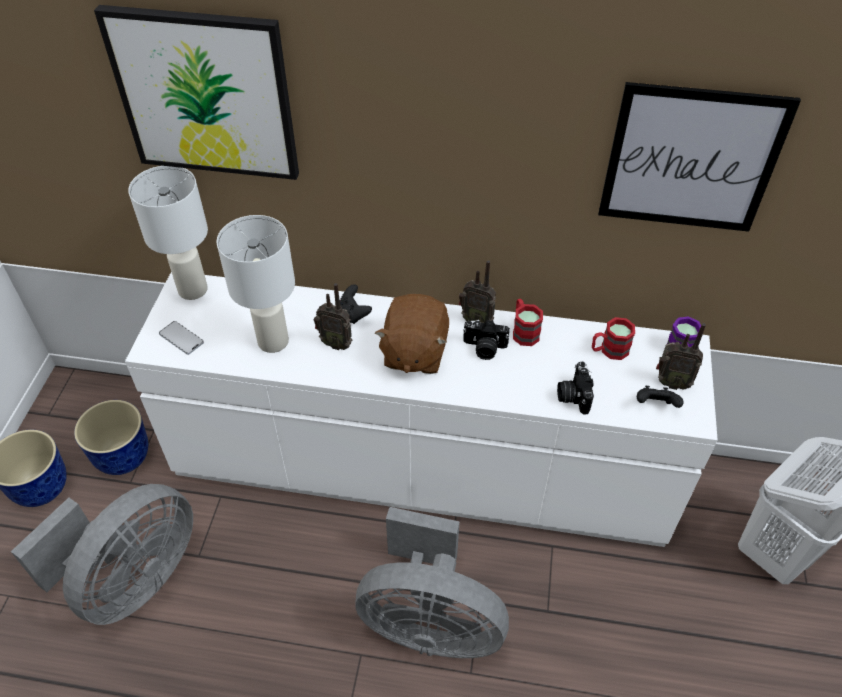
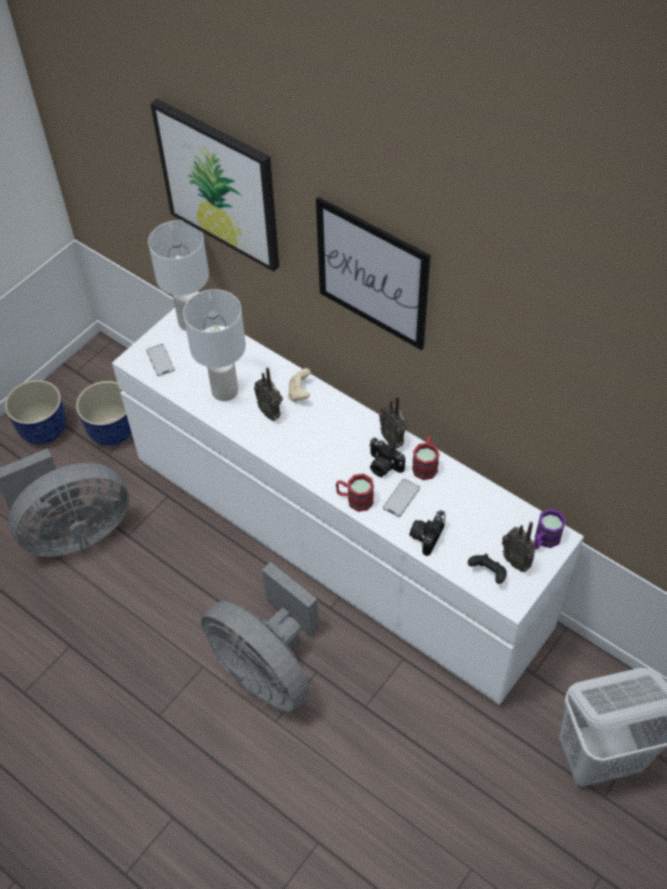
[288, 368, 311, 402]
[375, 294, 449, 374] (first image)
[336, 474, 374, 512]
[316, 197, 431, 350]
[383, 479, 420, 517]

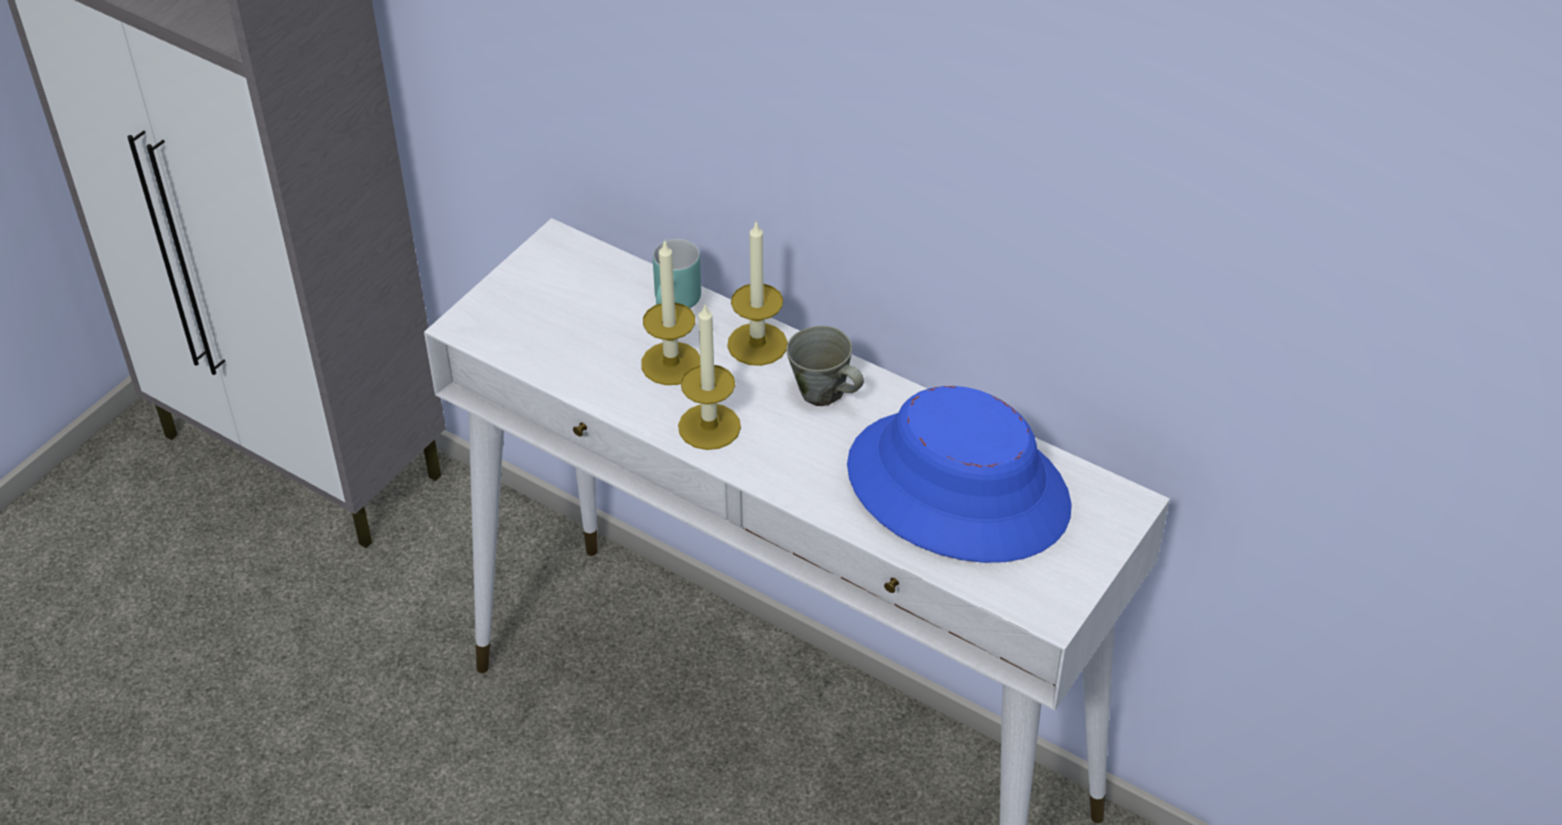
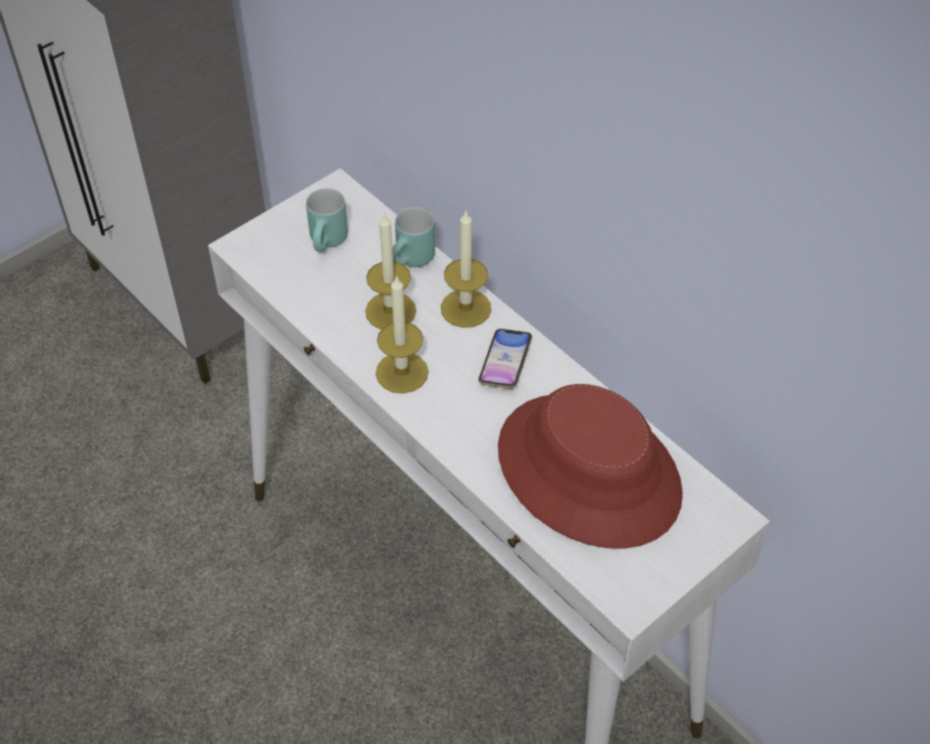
[478, 329, 532, 389]
[498, 384, 683, 549]
[306, 188, 348, 252]

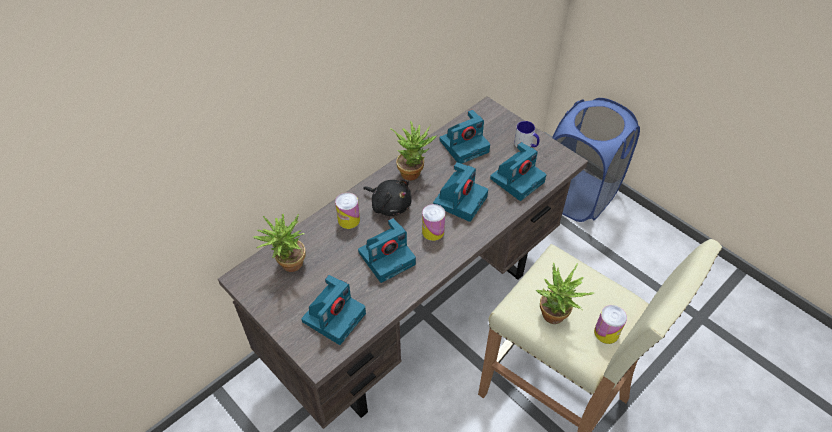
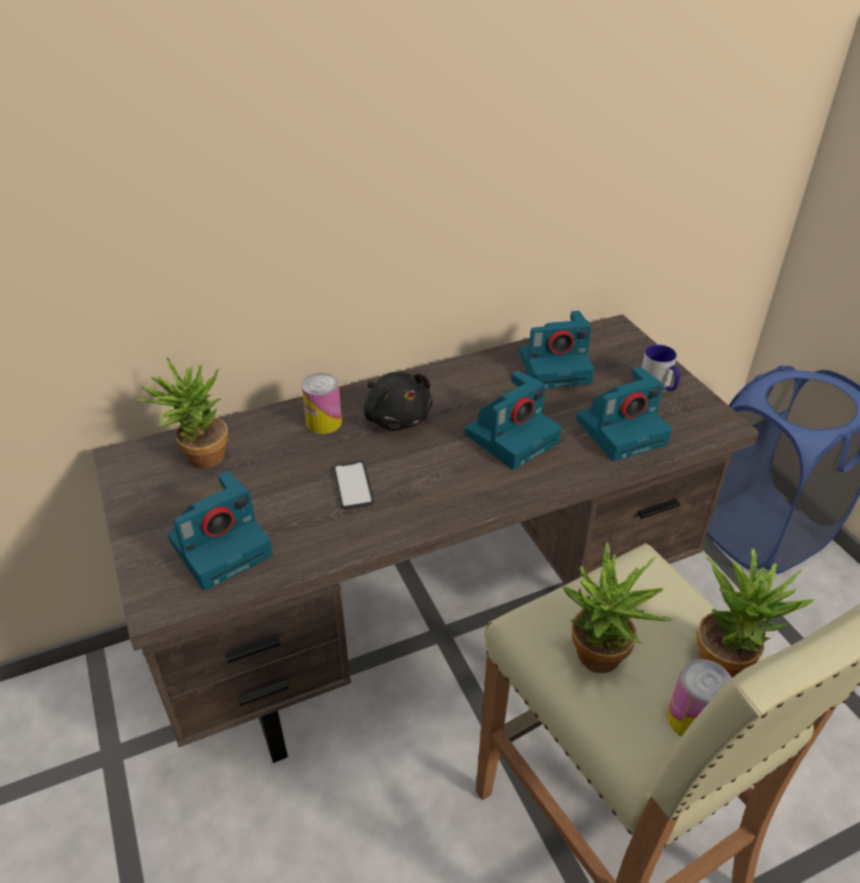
[333, 461, 374, 509]
[696, 548, 814, 678]
[422, 204, 445, 241] (first image)

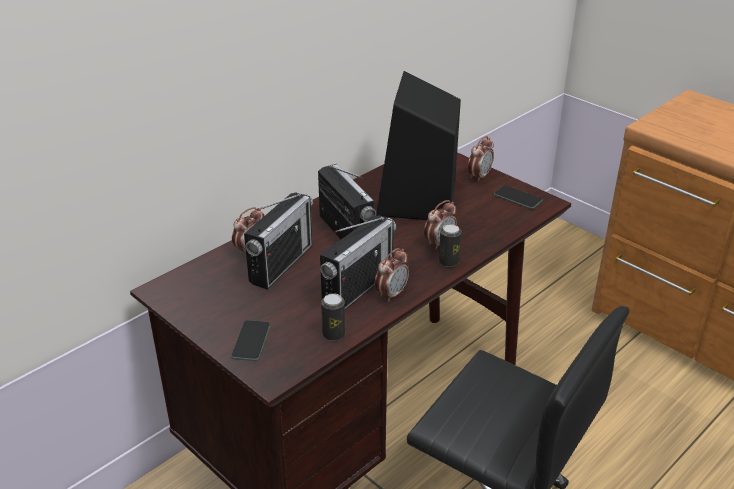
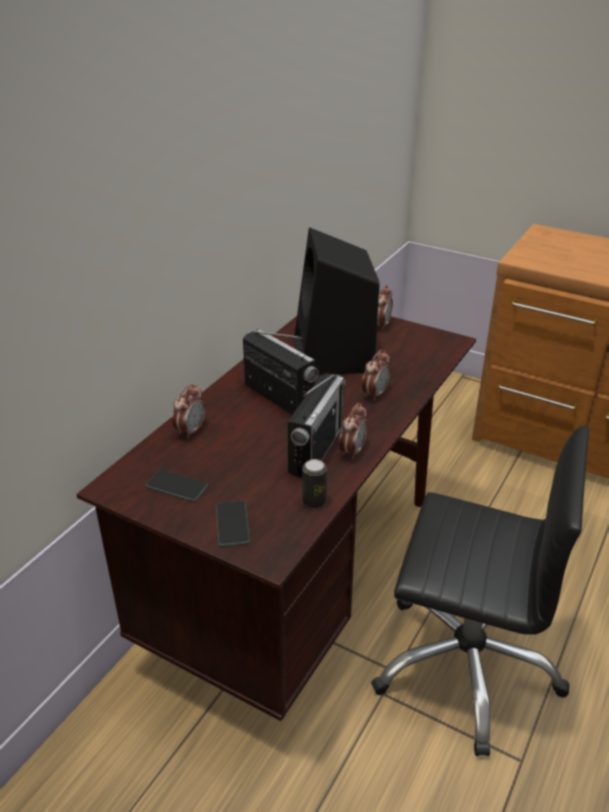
[244, 193, 313, 289] (first image)
[439, 224, 461, 267] (first image)
[146, 470, 208, 501]

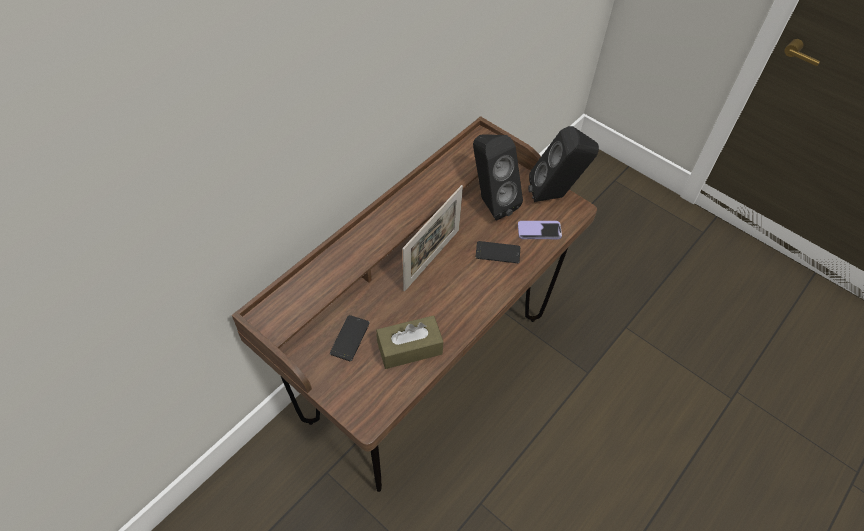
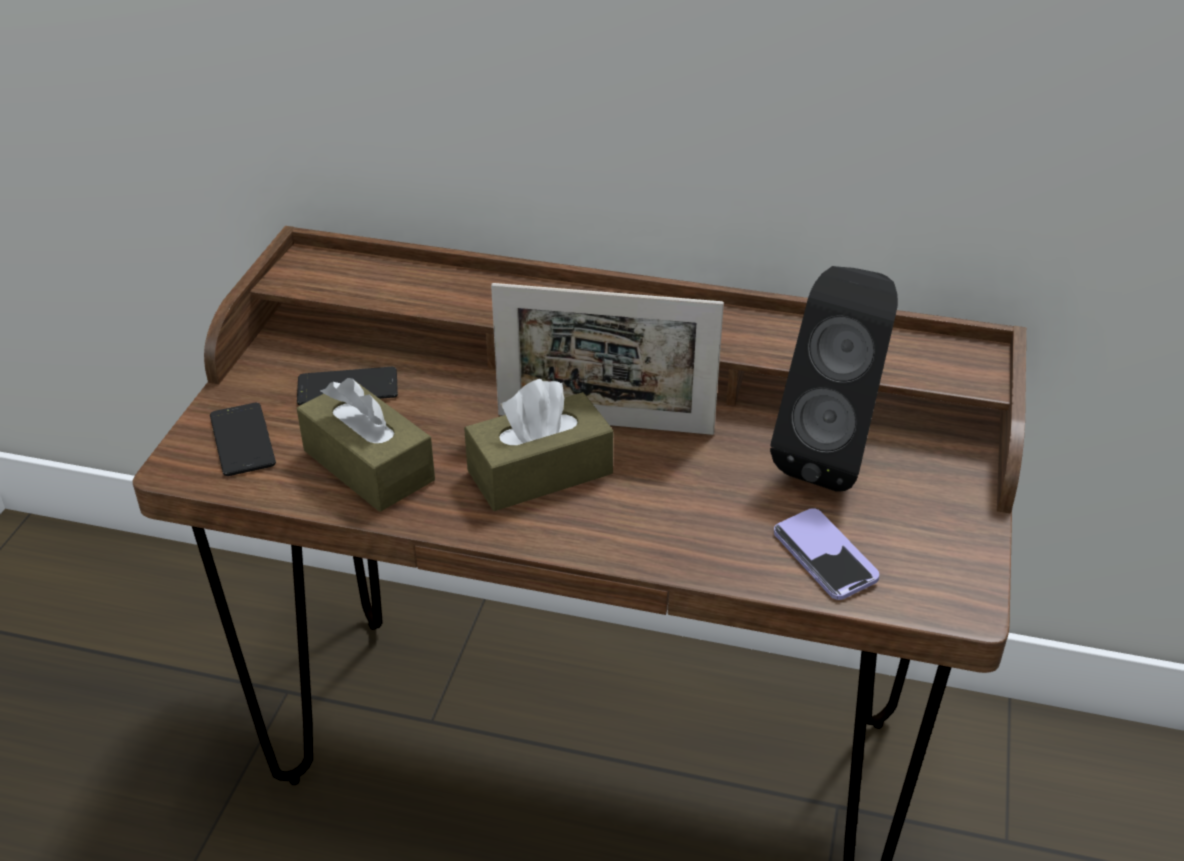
[210, 403, 276, 476]
[528, 126, 599, 202] (first image)
[464, 379, 613, 511]

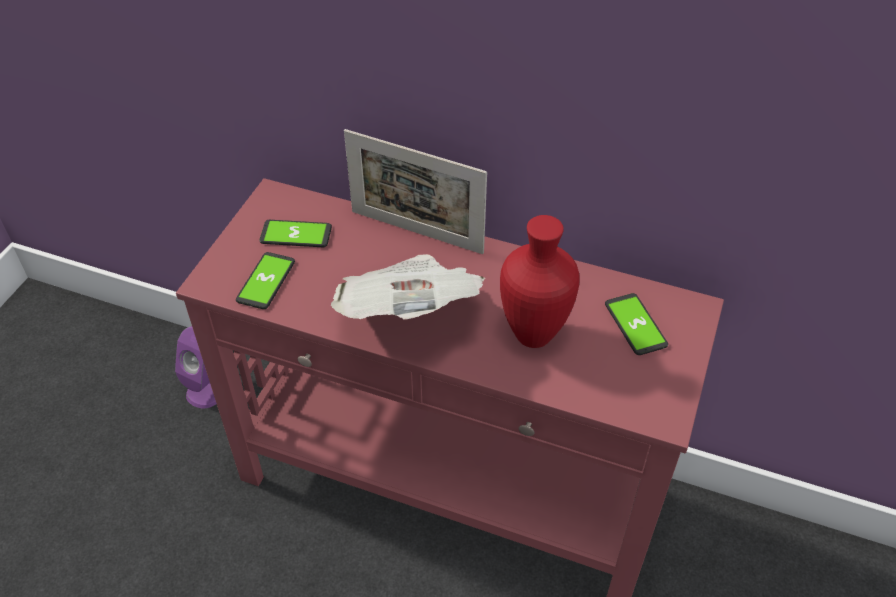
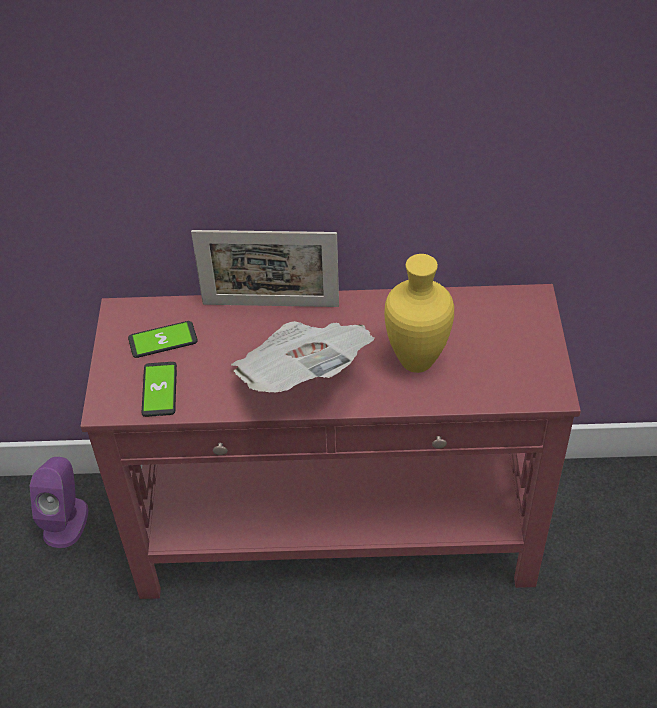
[384, 254, 454, 373]
[605, 293, 668, 355] (first image)

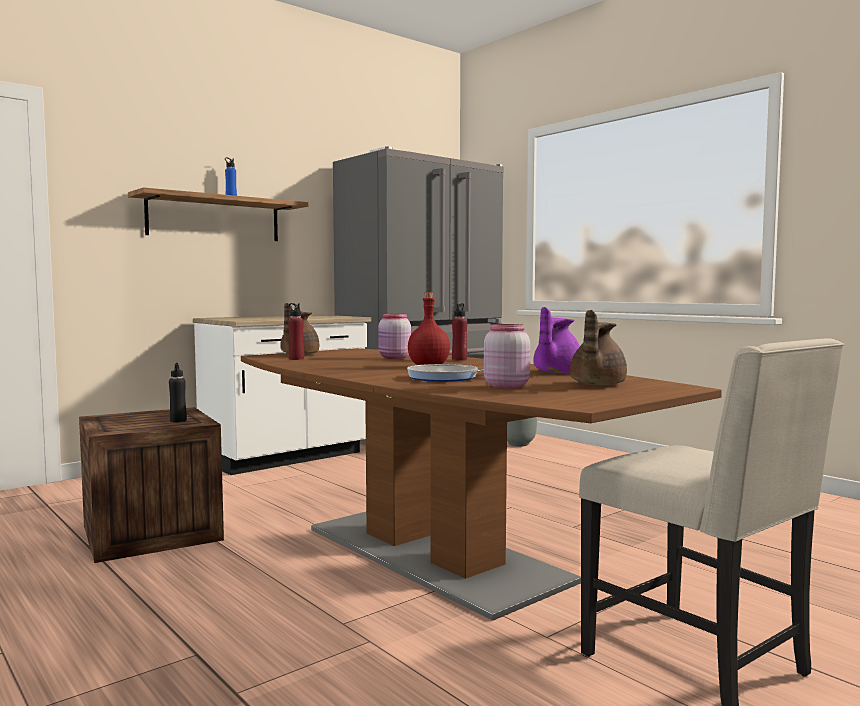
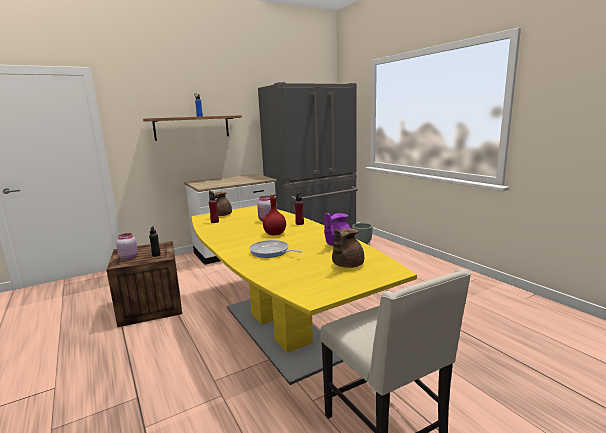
[192, 206, 417, 385]
[116, 233, 138, 260]

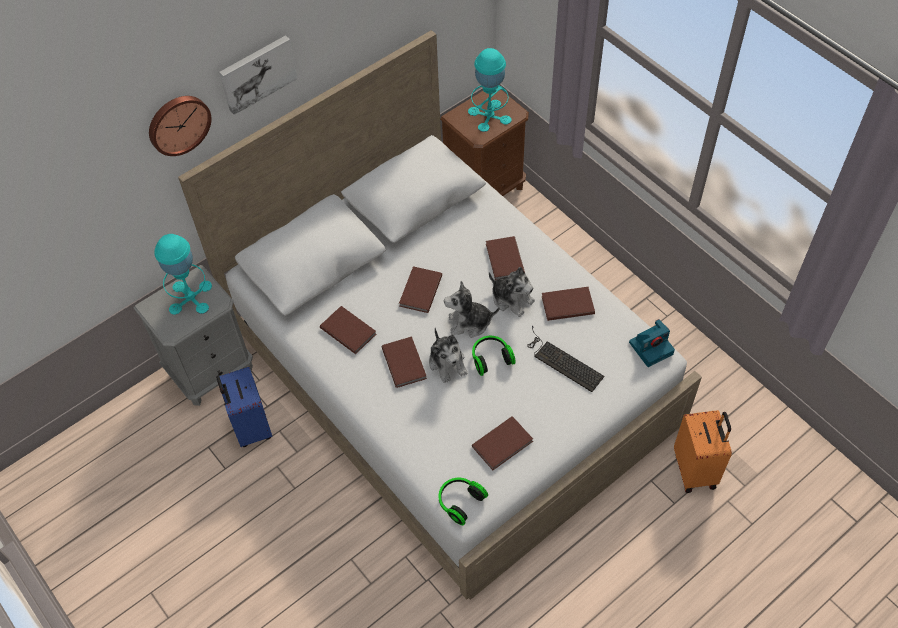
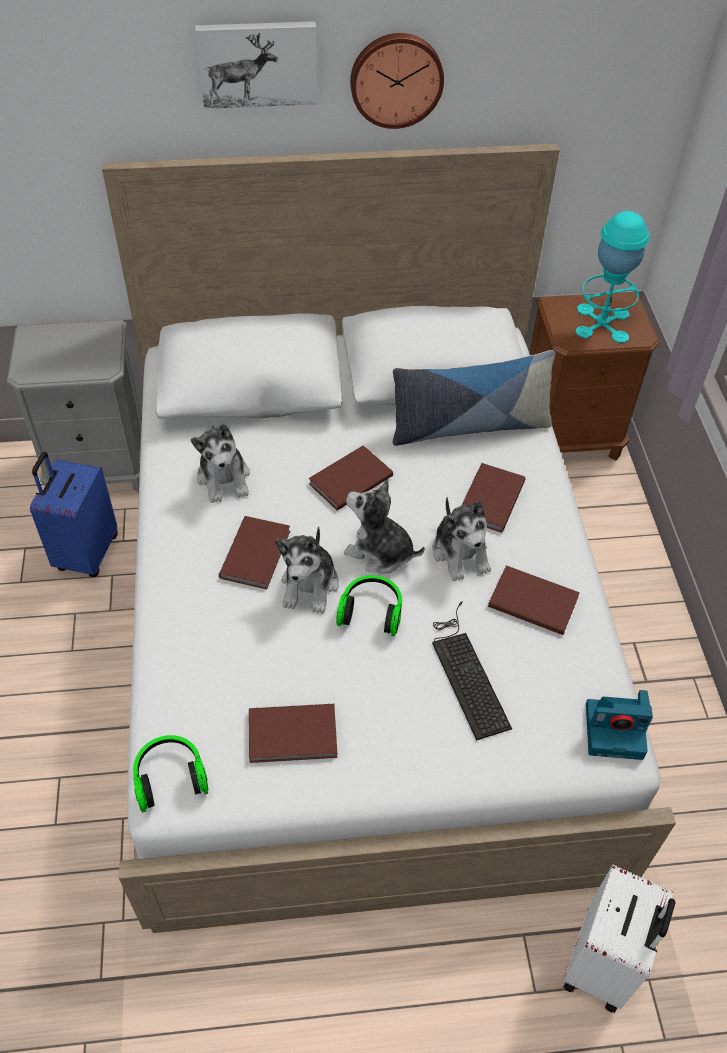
[350, 33, 444, 129]
[154, 234, 212, 315] (first image)
[191, 424, 250, 503]
[563, 865, 676, 1013]
[392, 350, 555, 446]

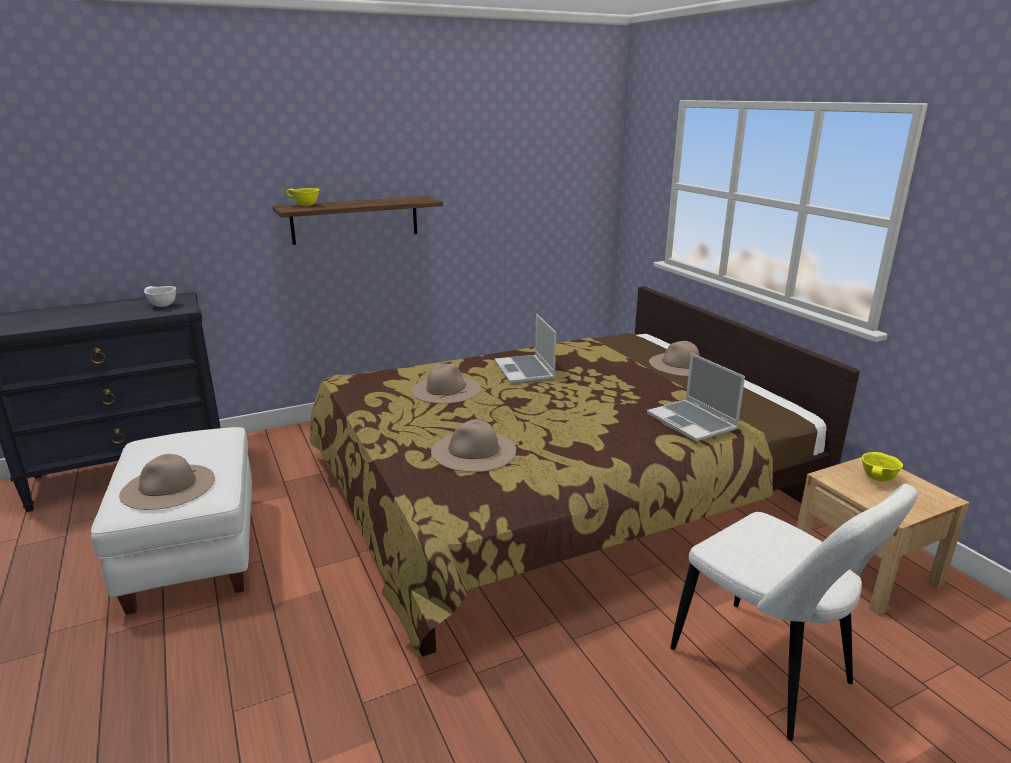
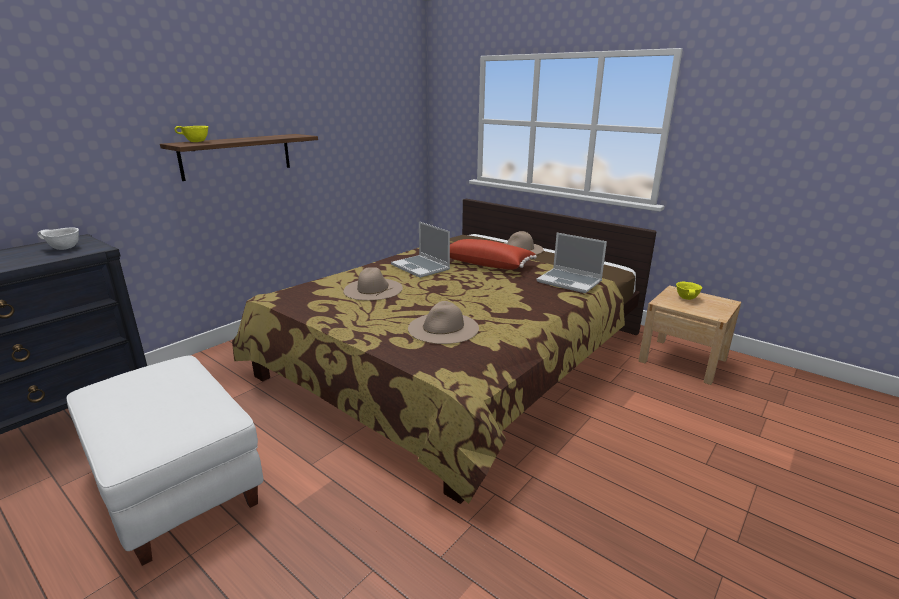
[119, 454, 215, 510] (first image)
[670, 484, 918, 741] (first image)
[450, 239, 537, 270]

